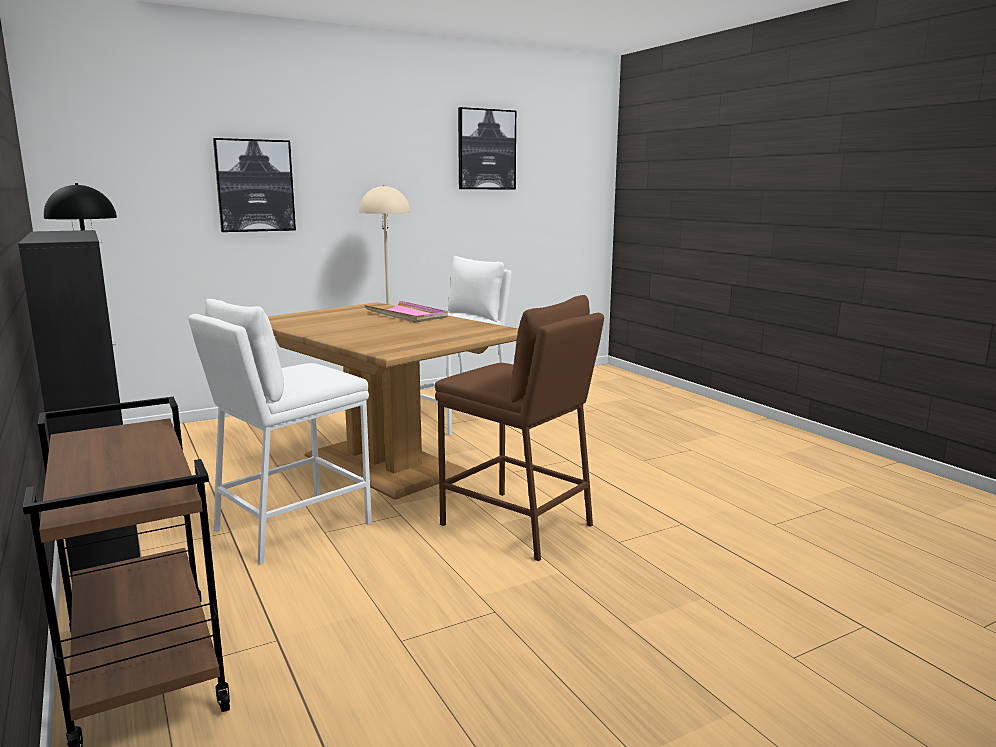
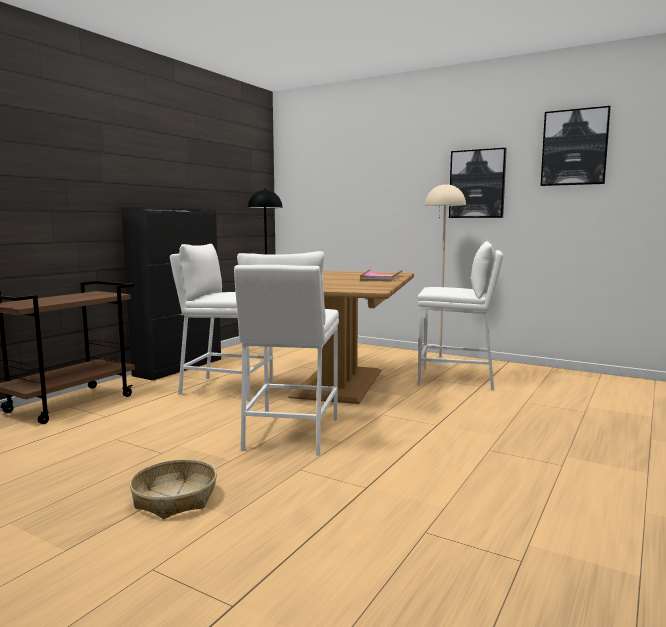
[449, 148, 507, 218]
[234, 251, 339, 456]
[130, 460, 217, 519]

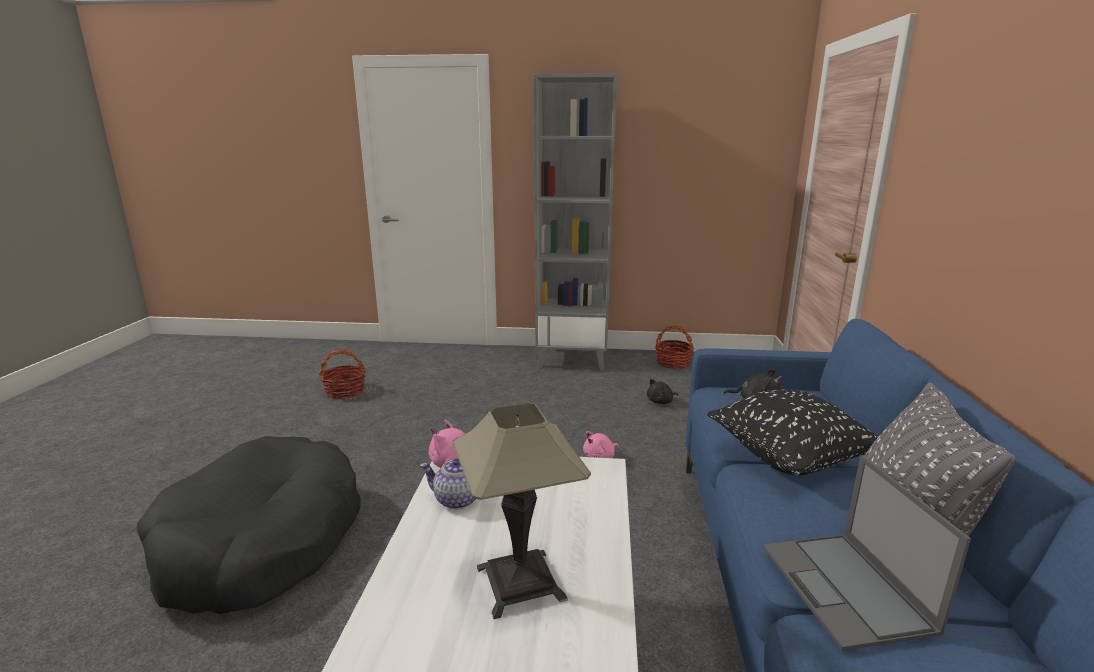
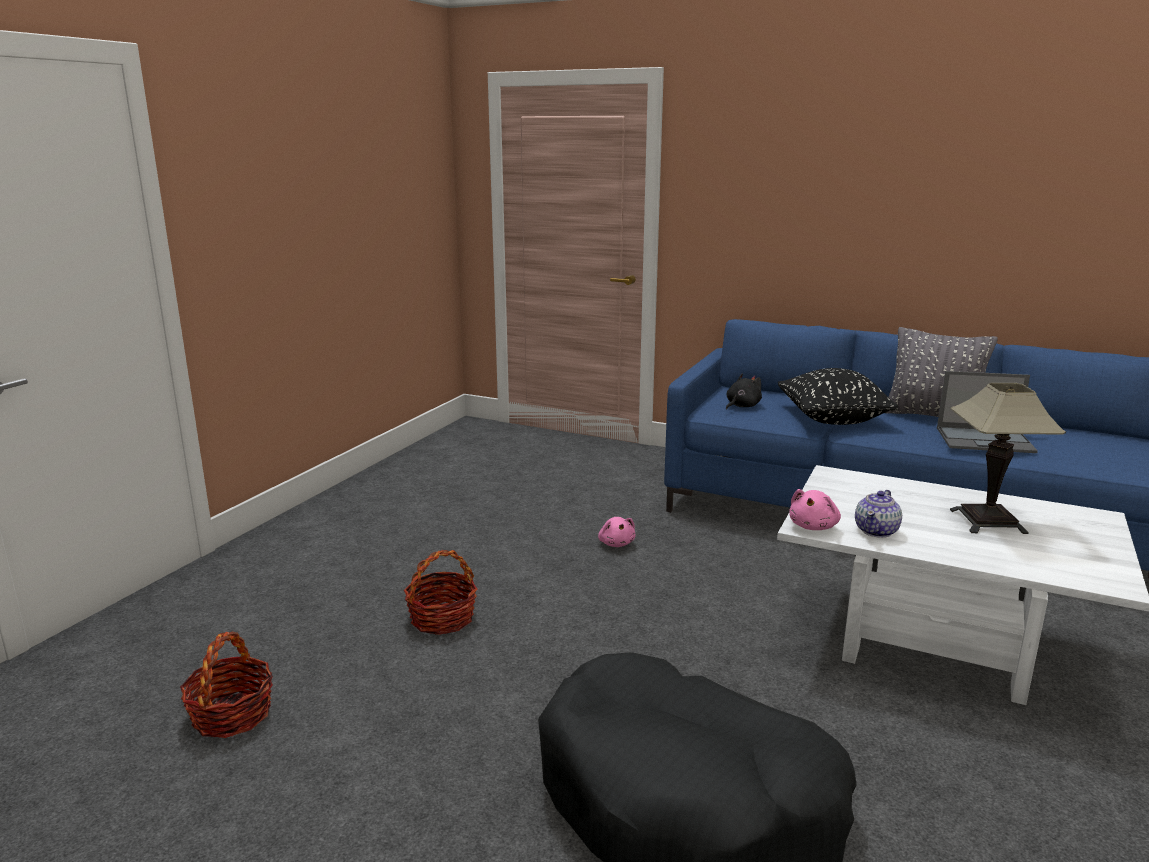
[534, 74, 617, 371] (first image)
[647, 379, 678, 404] (first image)
[404, 550, 477, 635]

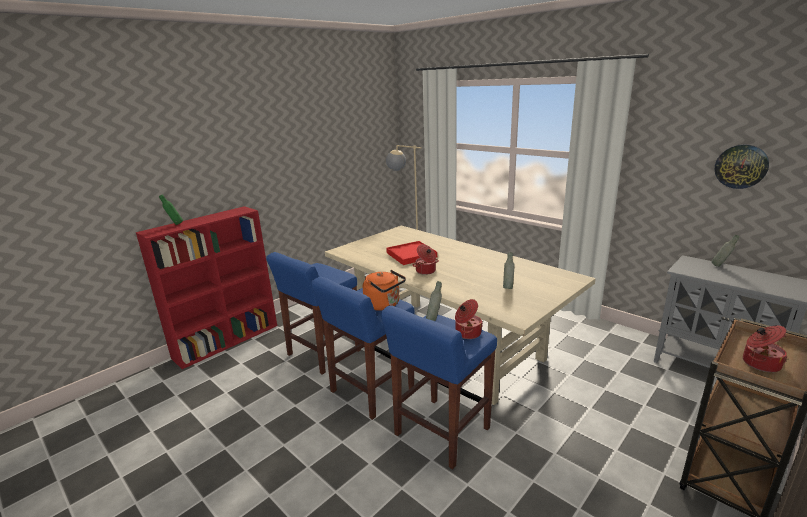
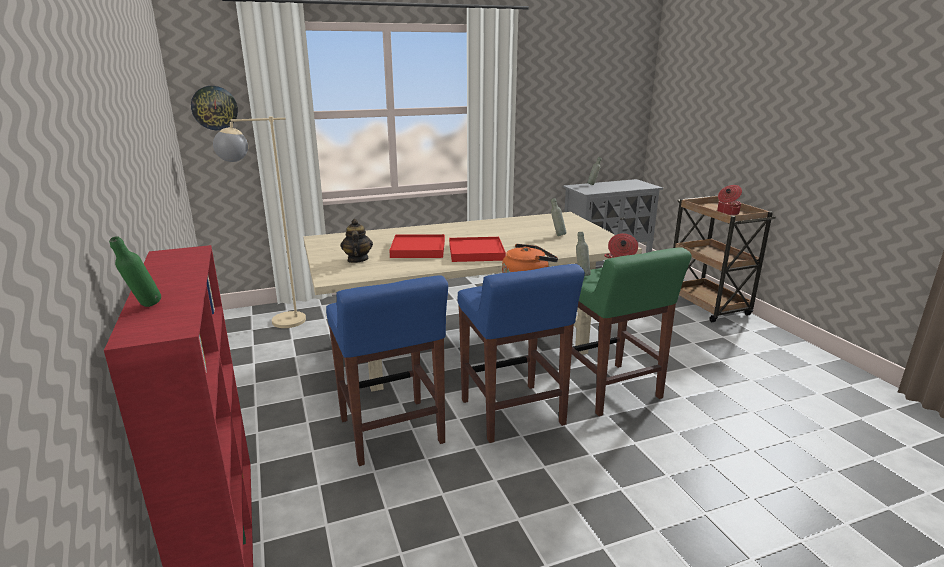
[559, 247, 692, 416]
[449, 237, 506, 262]
[191, 86, 238, 130]
[340, 219, 373, 263]

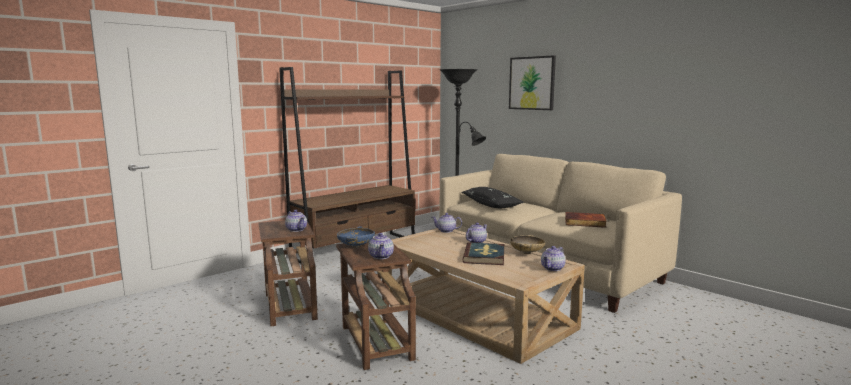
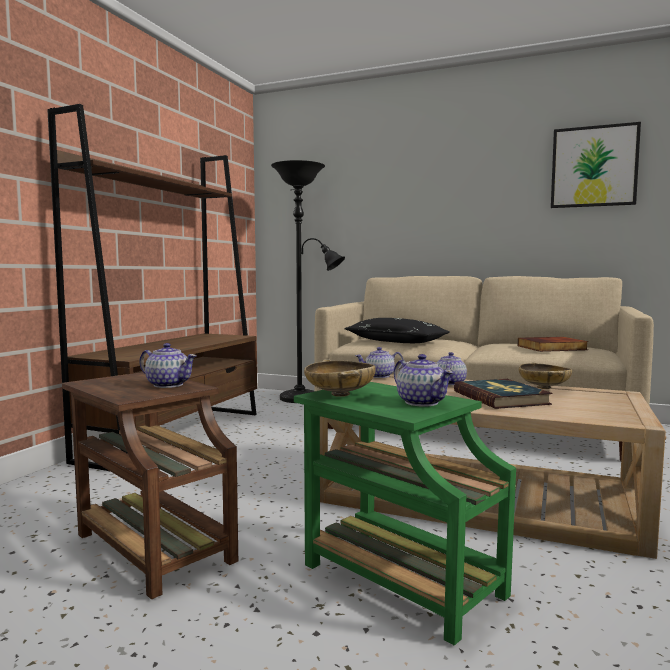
[294, 382, 516, 645]
[304, 359, 376, 397]
[551, 122, 641, 208]
[541, 246, 566, 271] (first image)

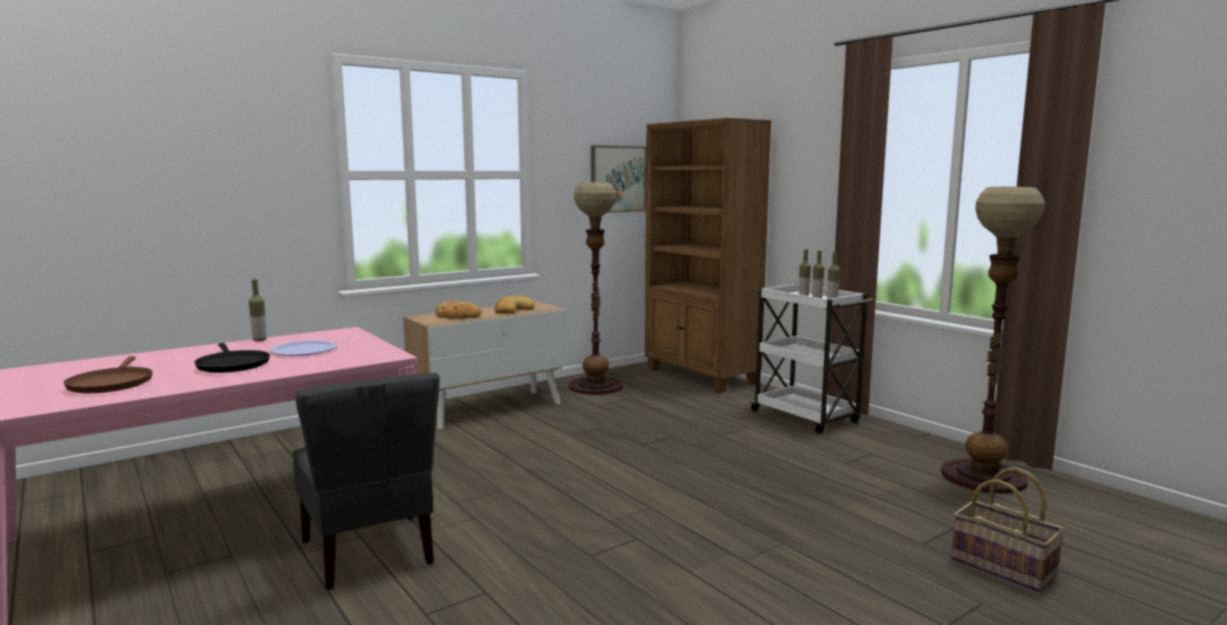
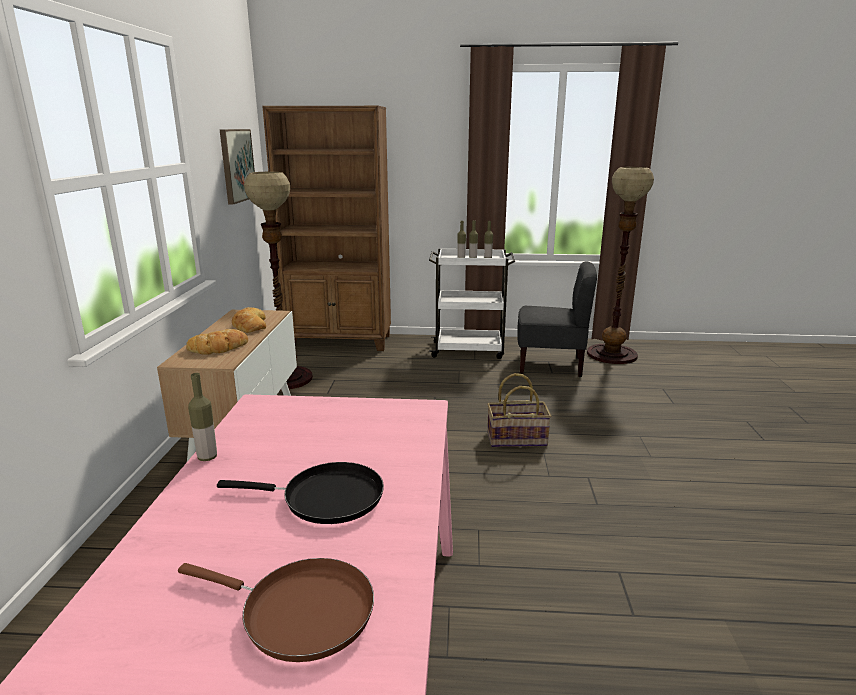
[270, 340, 337, 356] (first image)
[517, 262, 597, 377]
[487, 373, 551, 447]

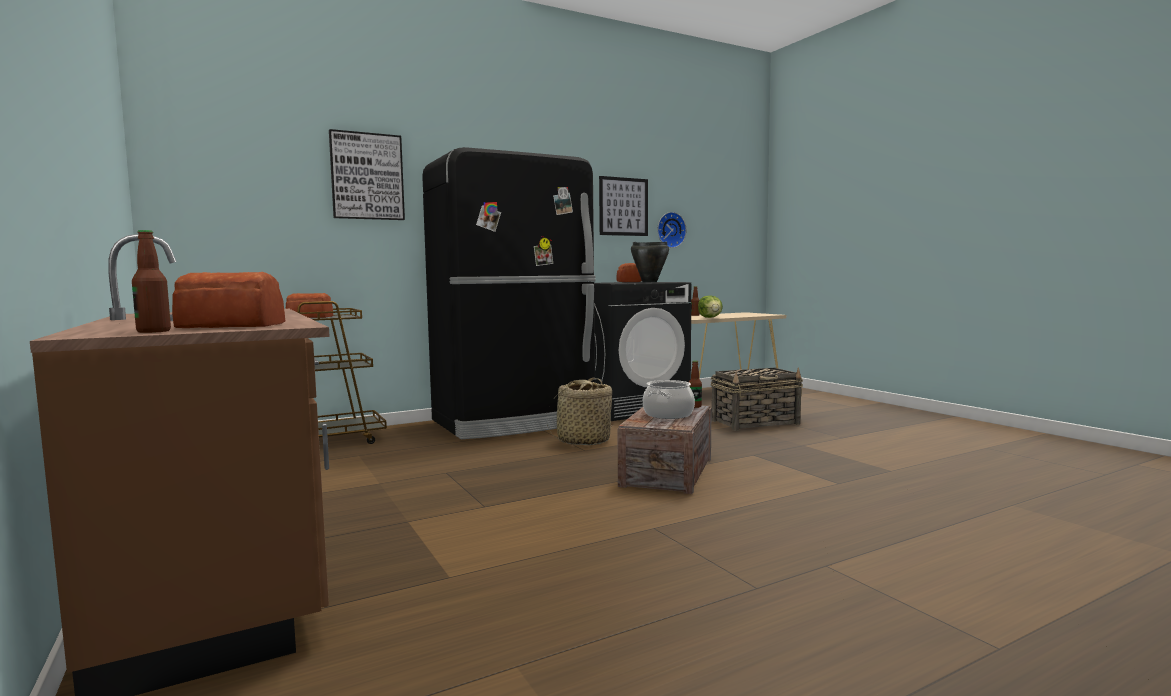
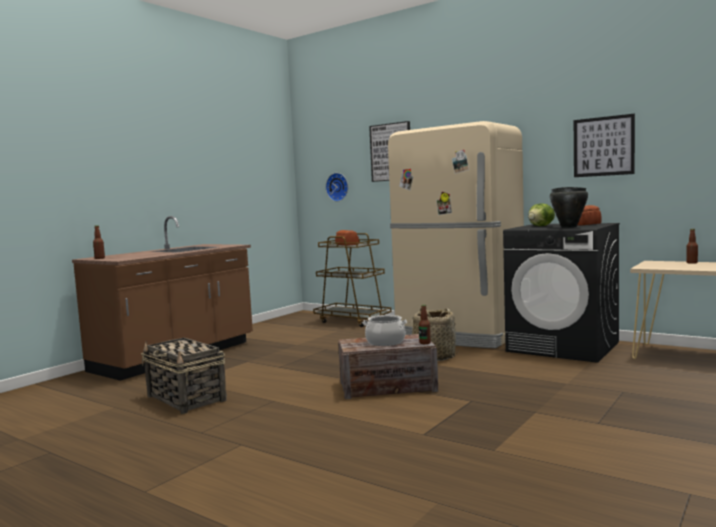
[172, 272, 285, 328] (first image)
[388, 121, 524, 348]
[326, 173, 348, 201]
[528, 203, 555, 226]
[141, 338, 227, 414]

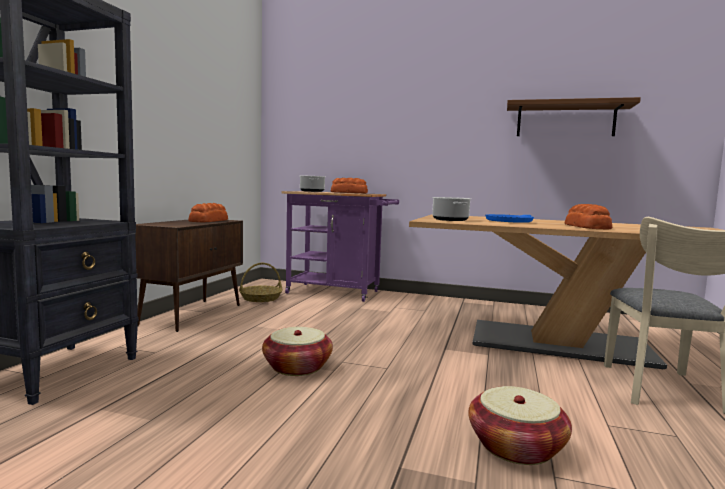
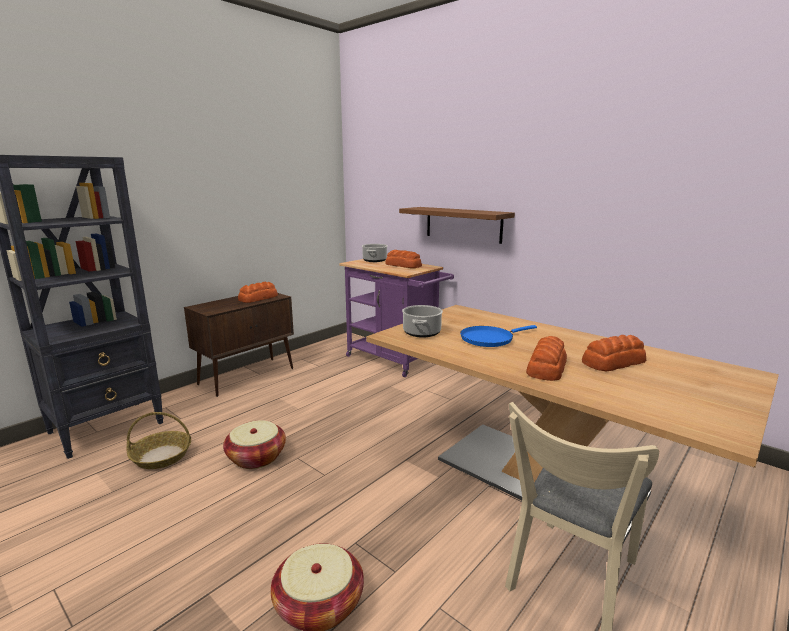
[127, 412, 191, 469]
[399, 207, 515, 244]
[582, 335, 646, 372]

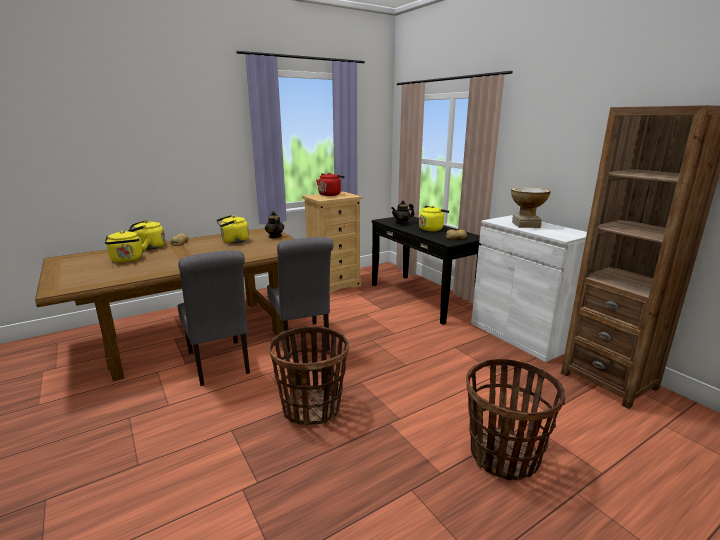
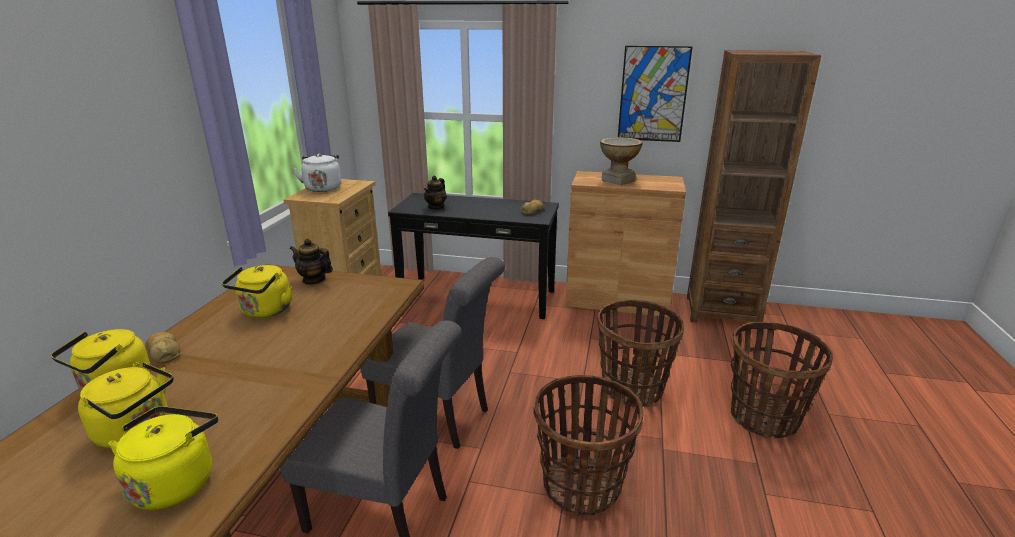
[293, 153, 341, 192]
[108, 406, 218, 510]
[565, 171, 686, 317]
[598, 300, 684, 407]
[618, 46, 693, 142]

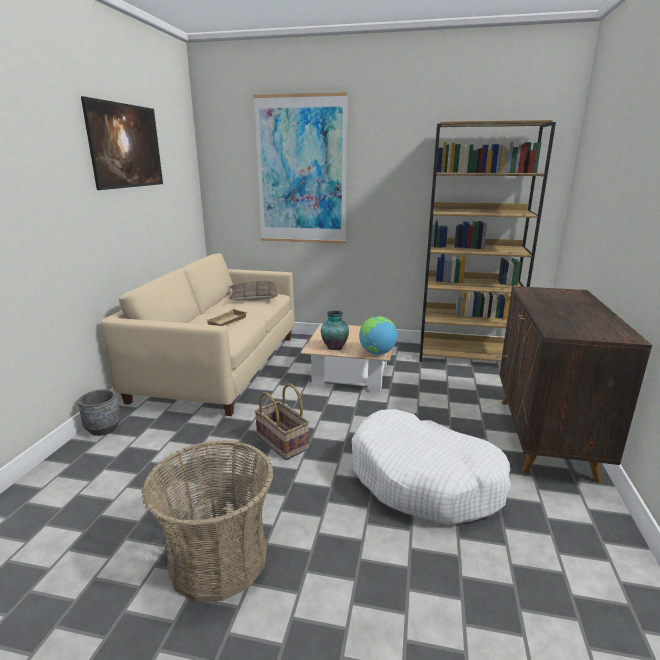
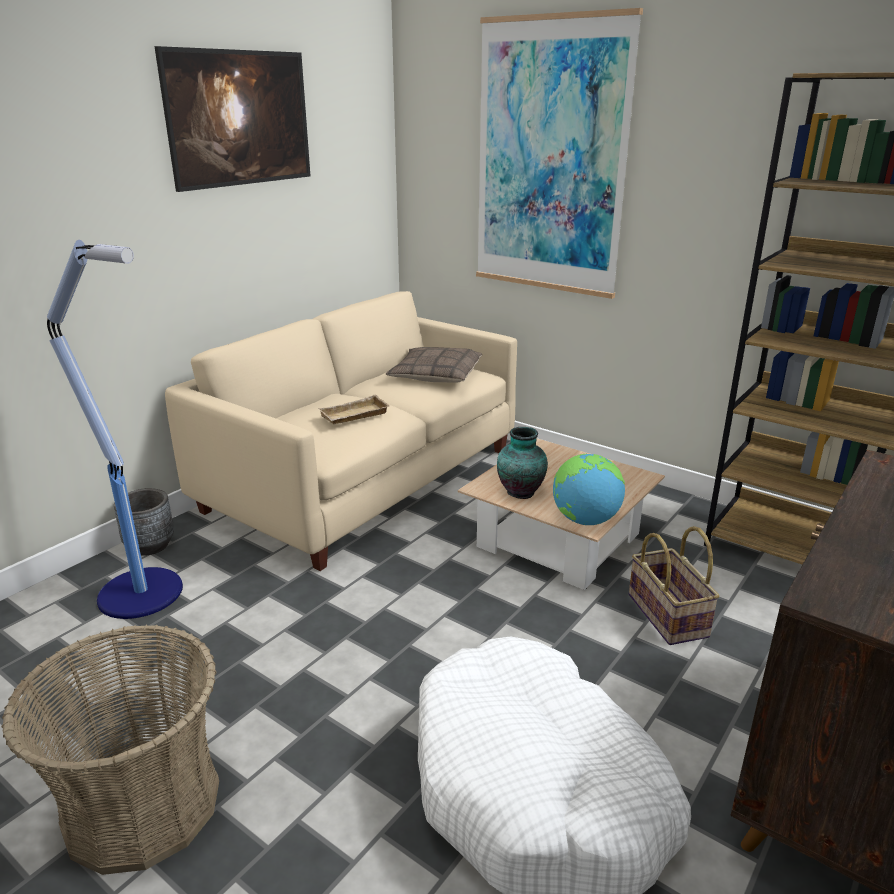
[629, 526, 720, 645]
[47, 240, 183, 619]

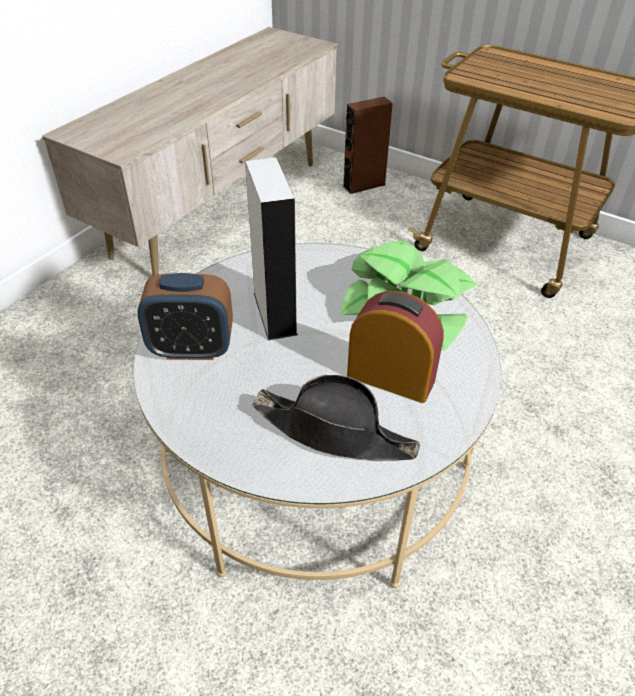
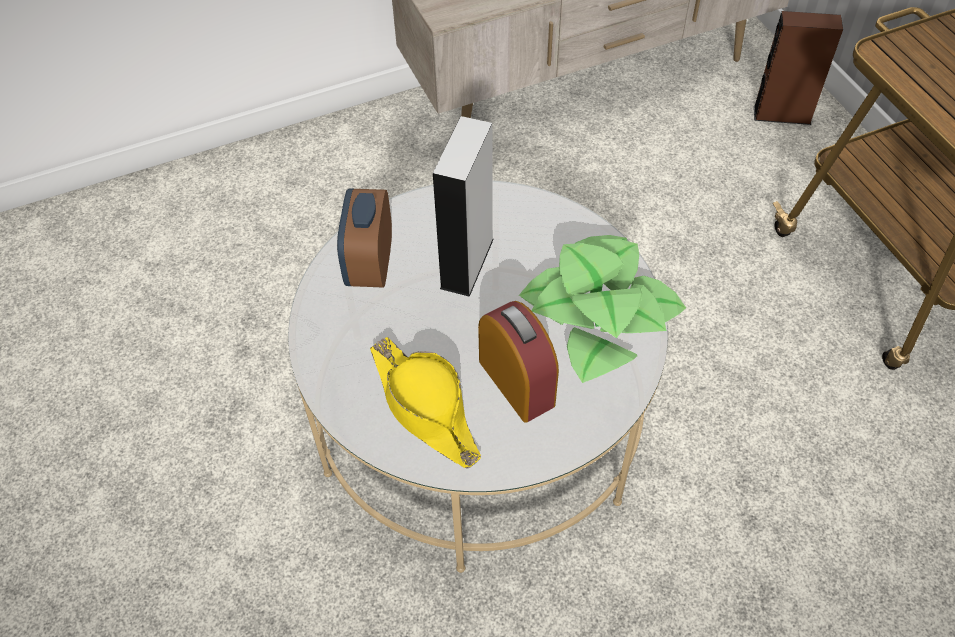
[337, 189, 392, 288]
[370, 337, 481, 468]

